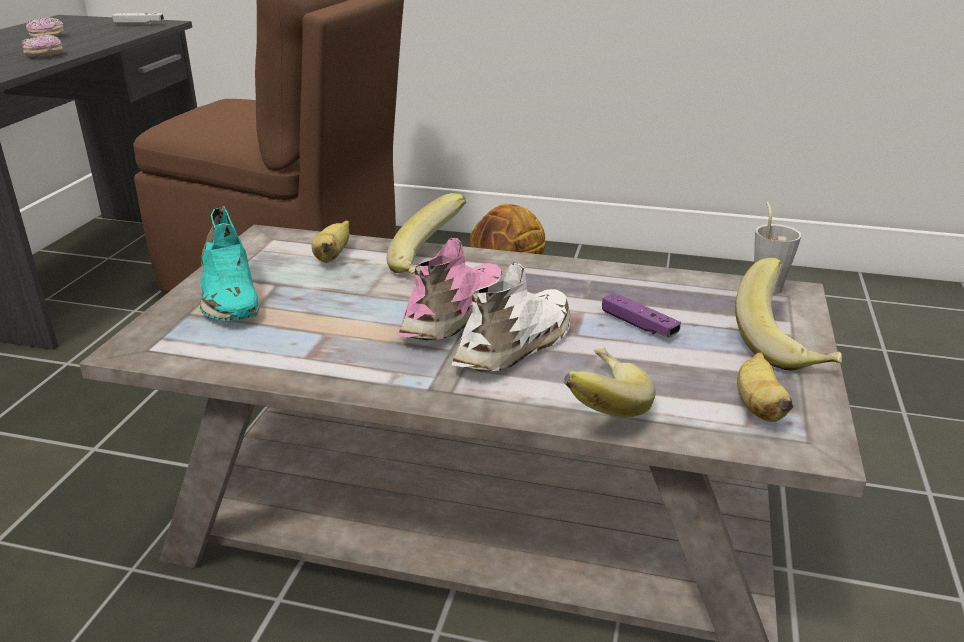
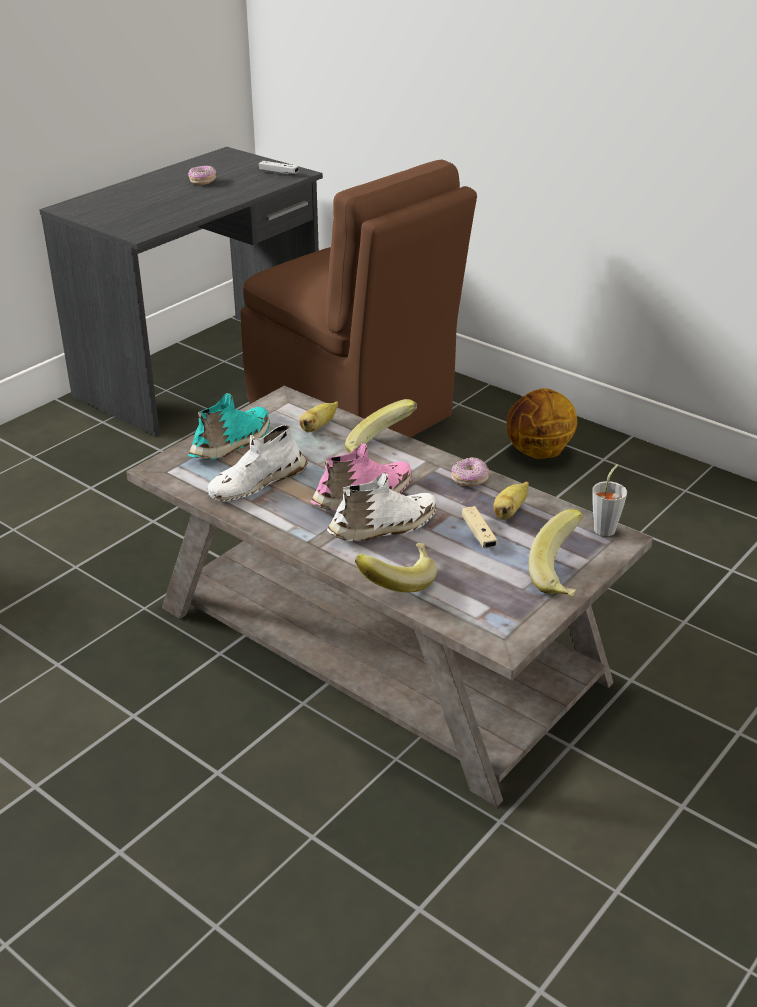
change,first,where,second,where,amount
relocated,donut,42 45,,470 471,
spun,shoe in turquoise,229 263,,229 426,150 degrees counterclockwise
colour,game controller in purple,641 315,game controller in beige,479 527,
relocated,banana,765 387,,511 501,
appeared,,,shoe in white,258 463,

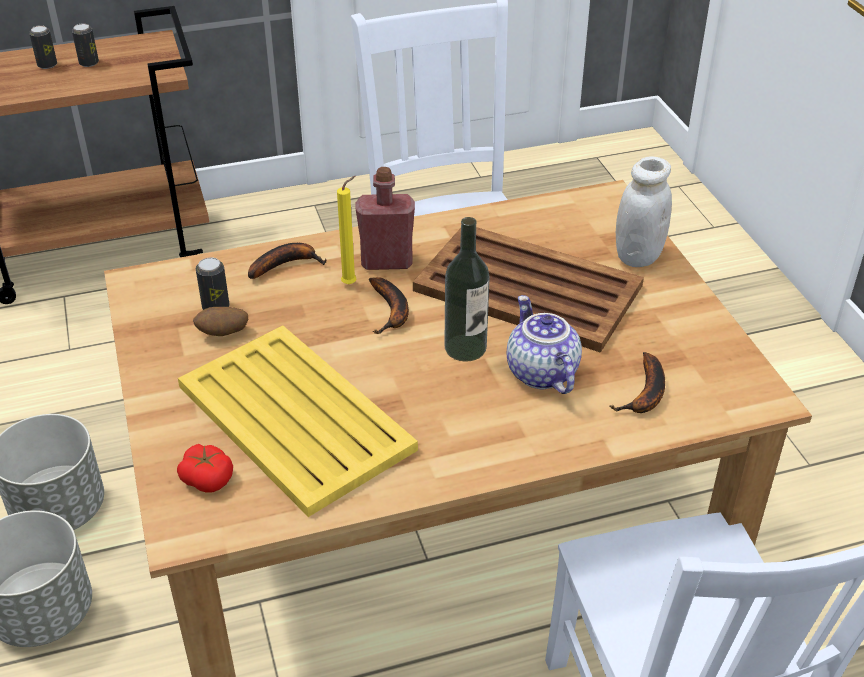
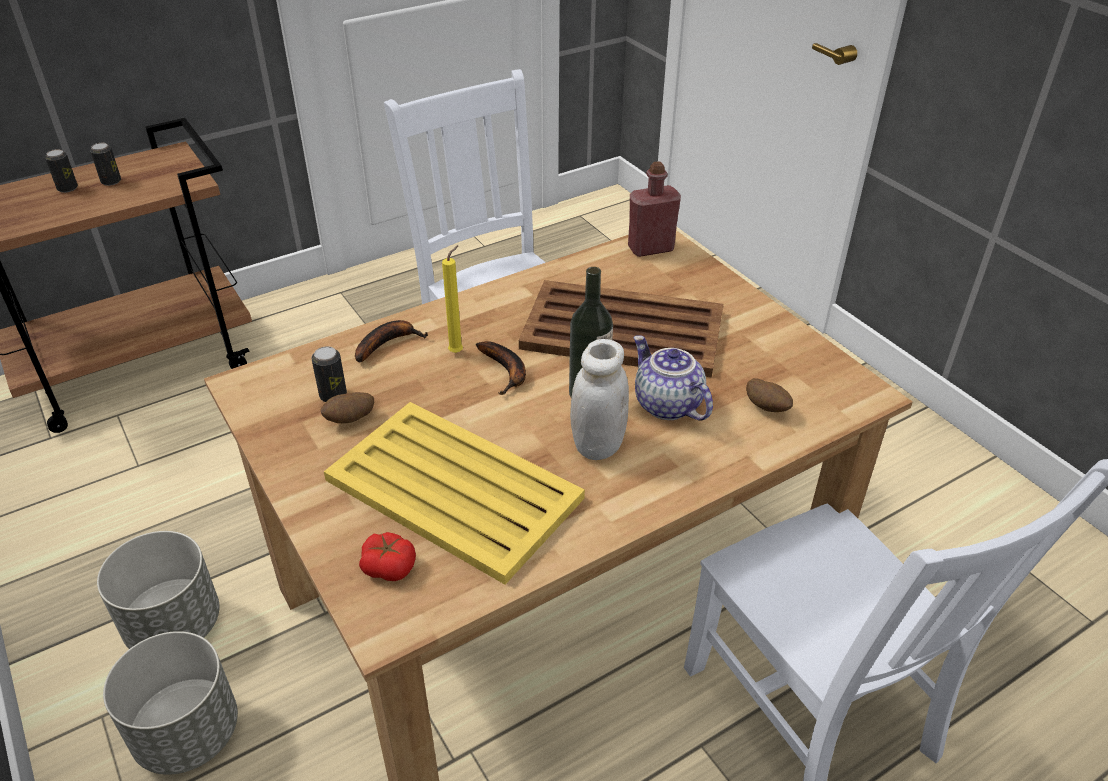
change,first,where,second,where,amount
relocated,jar in white,644 211,,599 399,
relocated,bottle in red,385 218,,654 209,
exchanged,banana,637 382,potato,769 395,

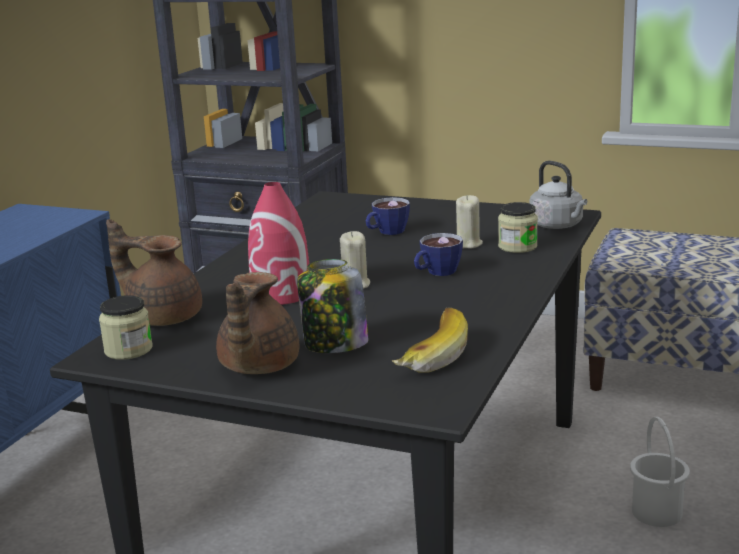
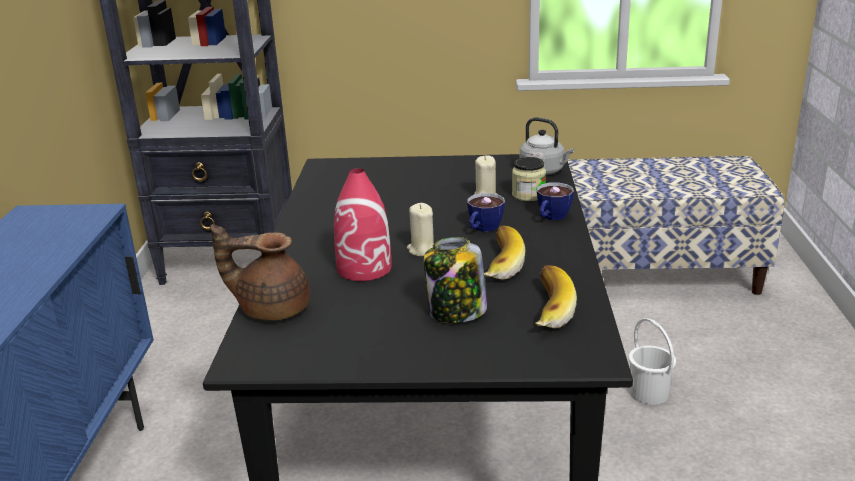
change,first,where,second,where,amount
relocated,cup,388 216,,555 201,
missing,teapot in brown,257 323,,,
missing,jar,126 327,,,
appeared,,,banana,504 252,

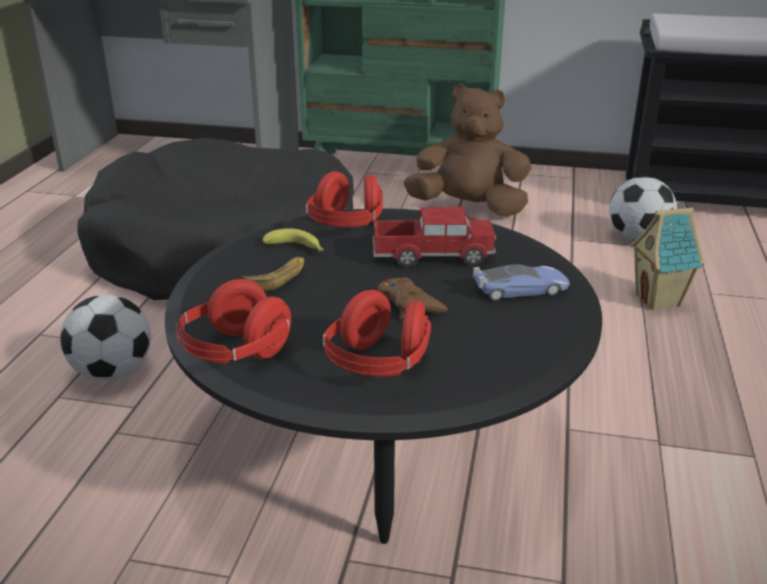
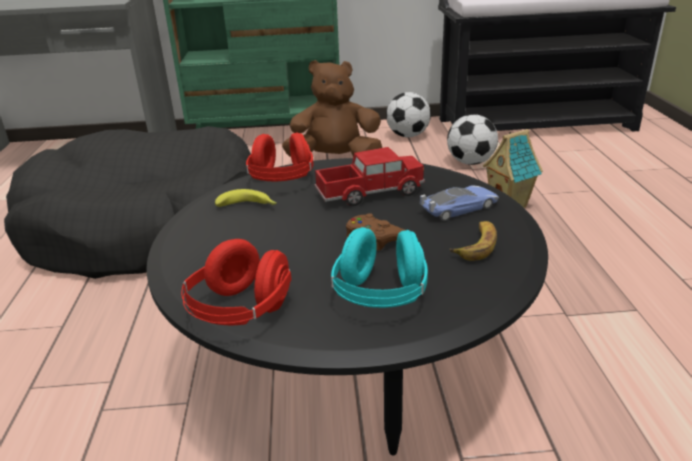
change,first,where,second,where,amount
relocated,banana,273 274,,473 241,
colour,headphones in red,377 333,headphones in turquoise,379 267,
relocated,football,105 338,,408 114,

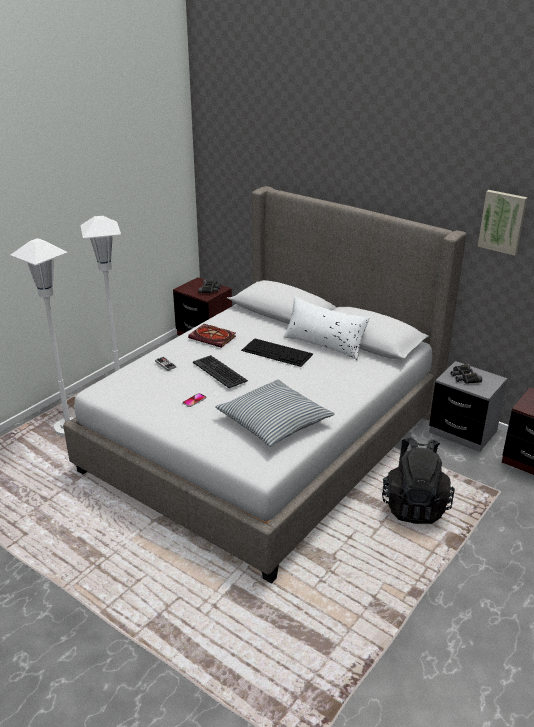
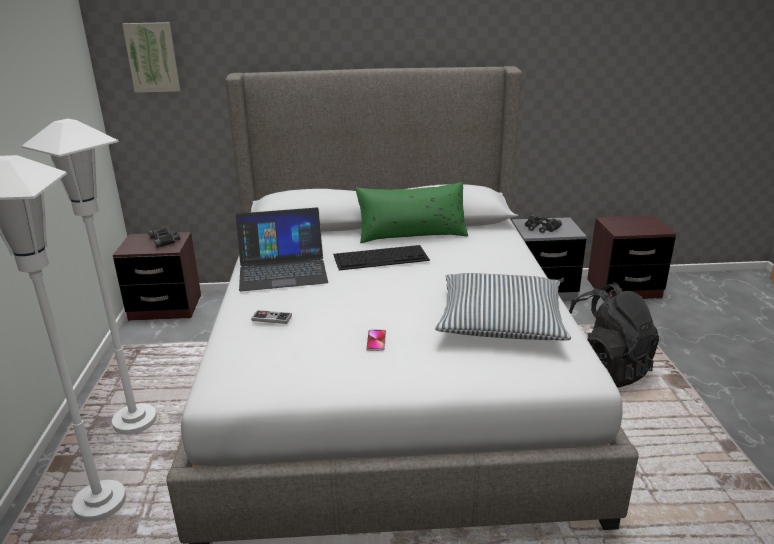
change,first,where,second,where,amount
relocated,picture,503 223,,151 57,
colour,pillow in white,327 328,pillow in green,412 212,
exchanged,book,212 336,laptop,282 249,
missing,keyboard,220 371,,,

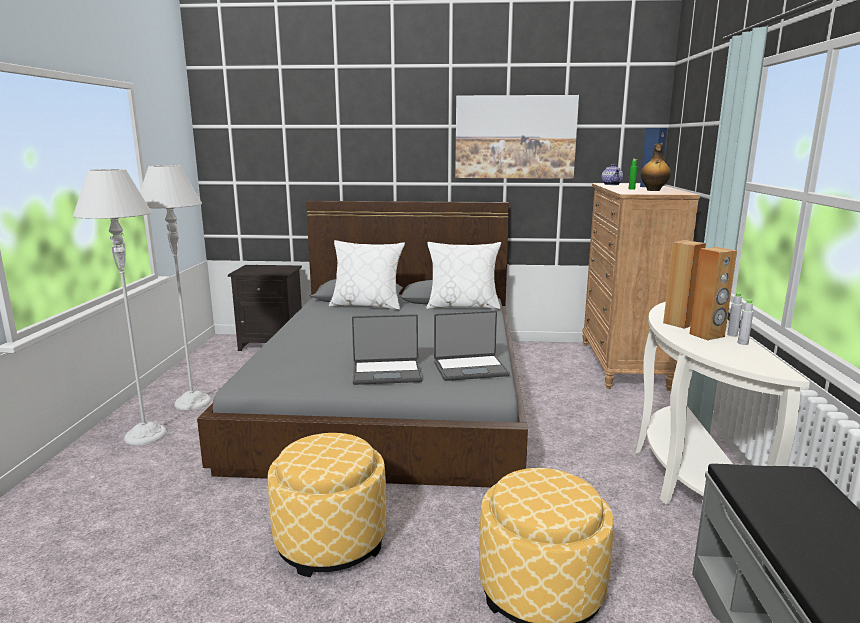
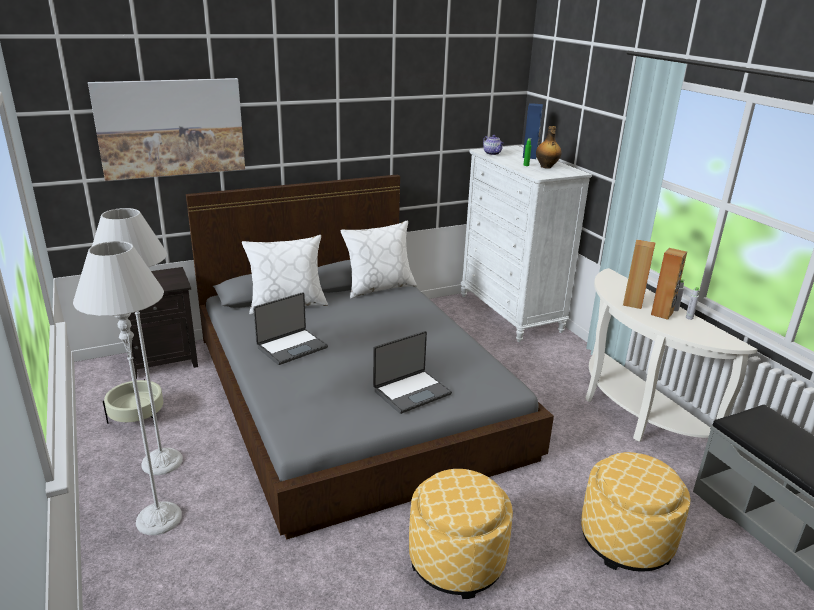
change,first,where,second,where,amount
relocated,picture,517 137,,166 129,
colour,dresser in brown,641 287,dresser in white,526 244,
relocated,laptop,472 345,,290 328,
appeared,,,planter in beige,133 401,

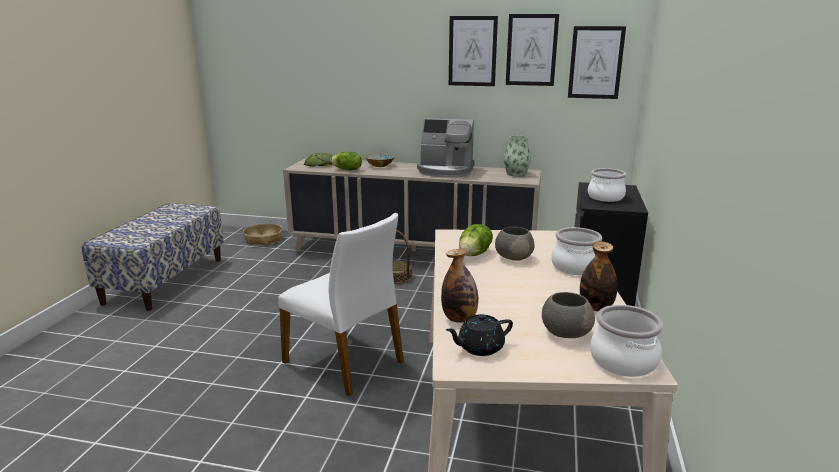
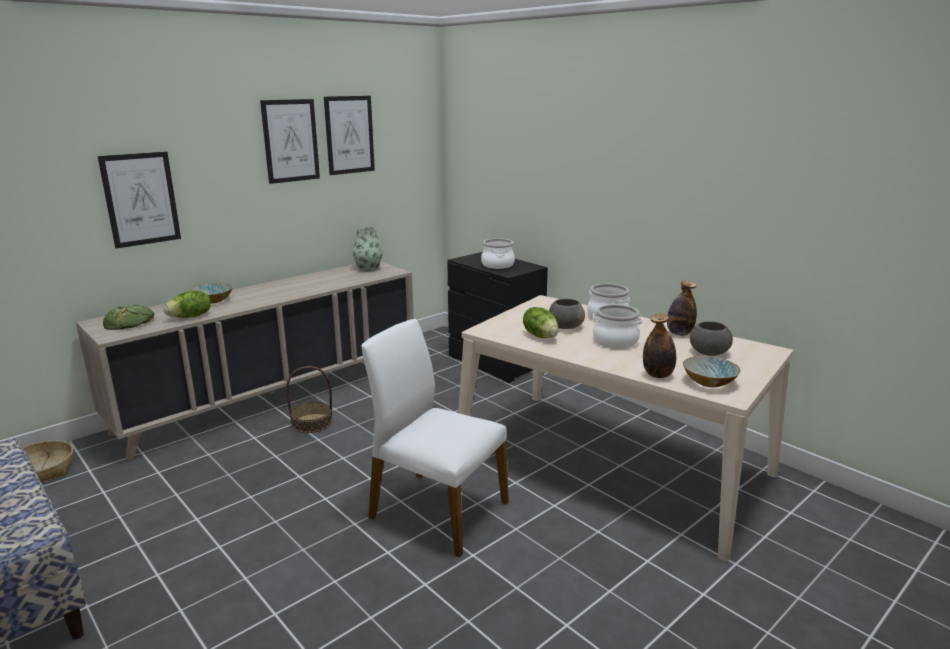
change,first,where,second,where,amount
relocated,picture,597 62,,139 200,
missing,coffee machine,446 148,,,
spun,chair in white,341 304,,435 438,135 degrees counterclockwise
relocated,cooking pot,626 341,,617 326,
exchanged,teapot in black,479 335,bowl,712 371,

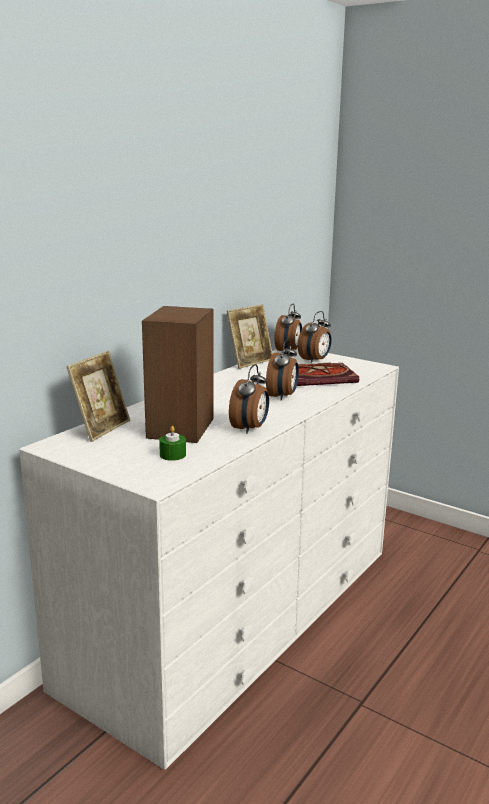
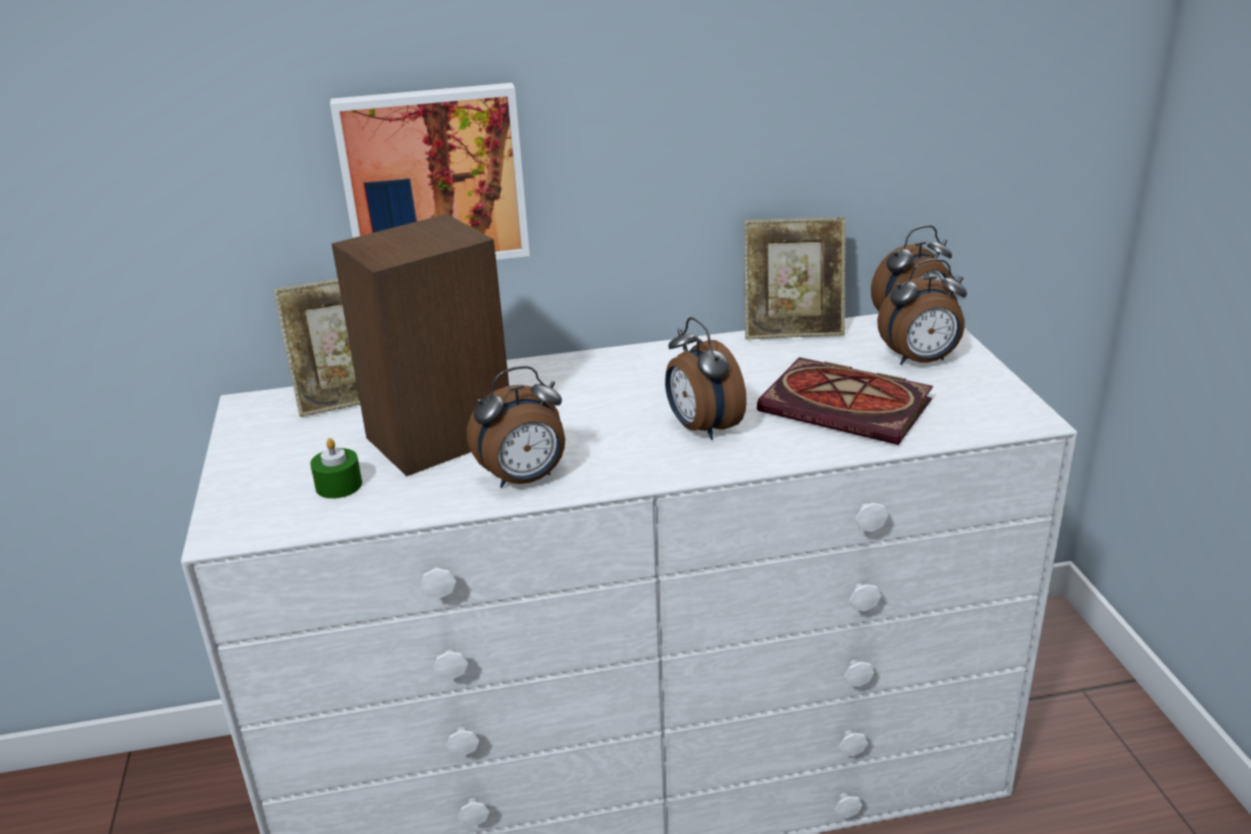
change,first,where,second,where,amount
spun,alarm clock,282 370,,706 378,90 degrees clockwise
appeared,,,picture,430 171,

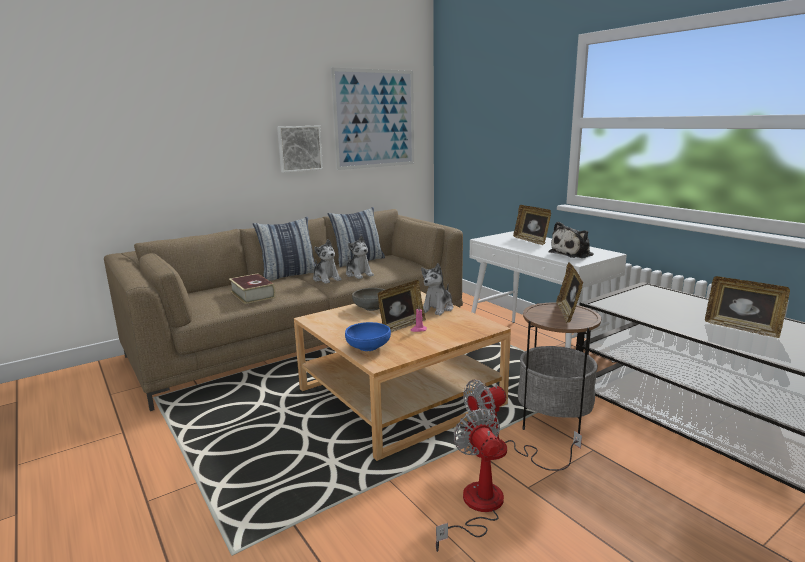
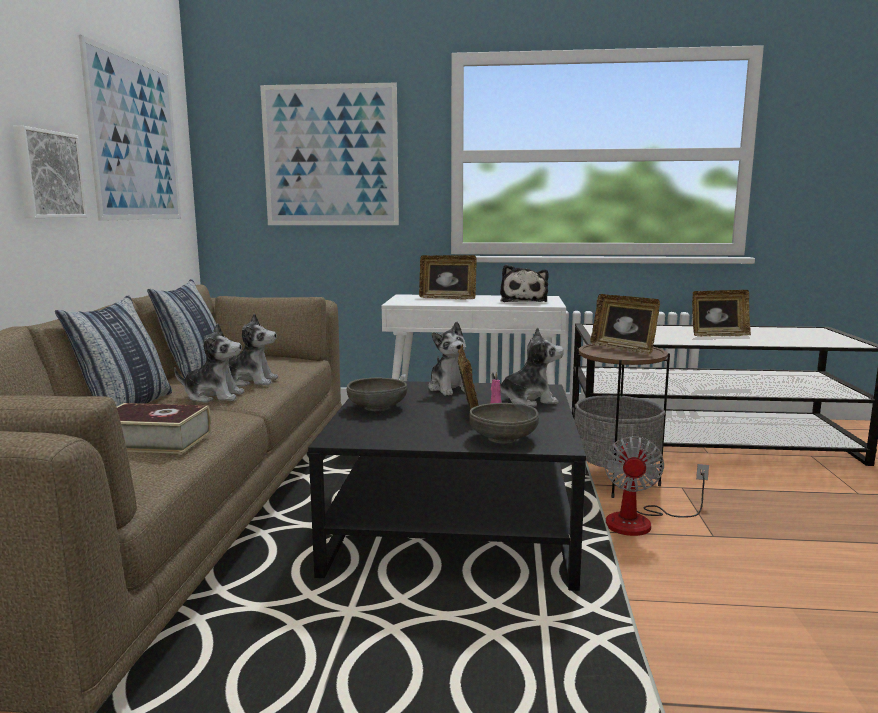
change,first,where,second,where,amount
colour,coffee table in beige,402 376,coffee table in black,447 486,
colour,bowl in blue,368 336,bowl in grey,504 423,
missing,fan,470 480,,,
appeared,,,picture,329 154,
appeared,,,plush toy,528 367,

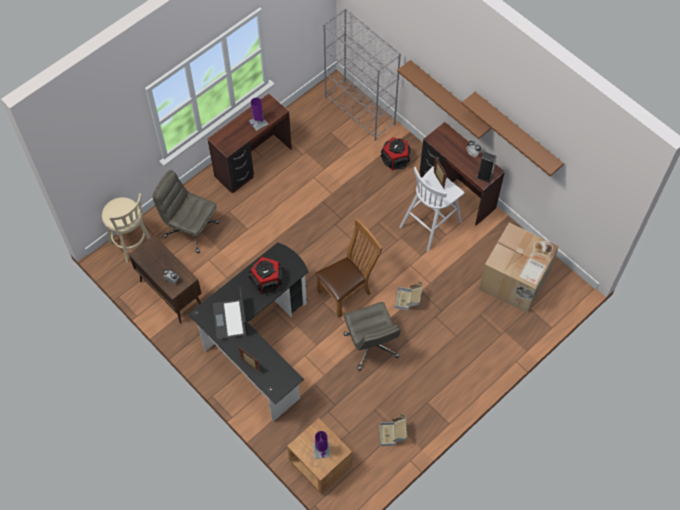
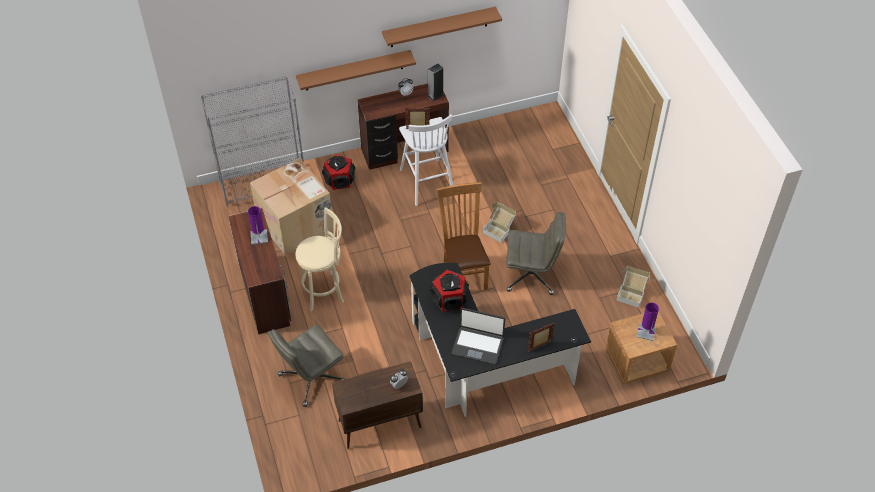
change,first,where,second,where,amount
relocated,stool in beige,126 228,,319 259,
relocated,cardboard box,519 268,,291 206,

